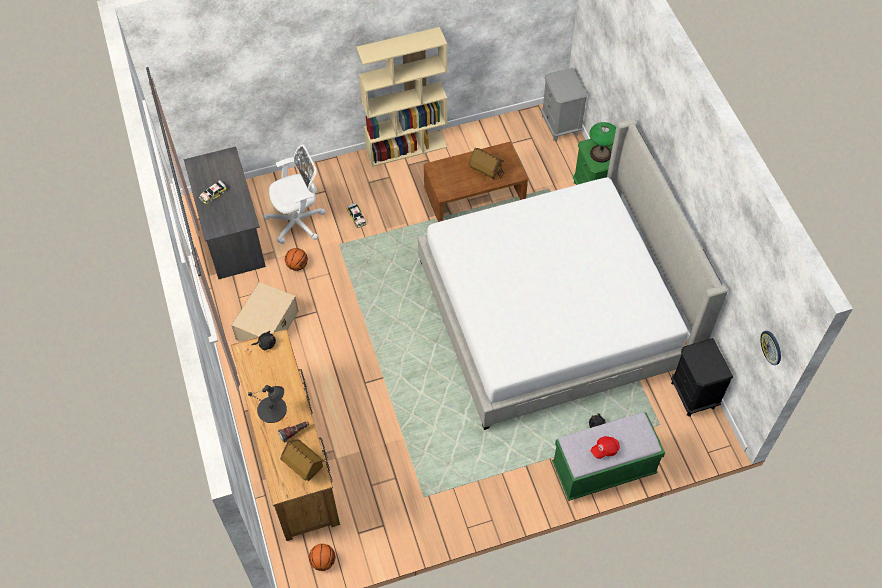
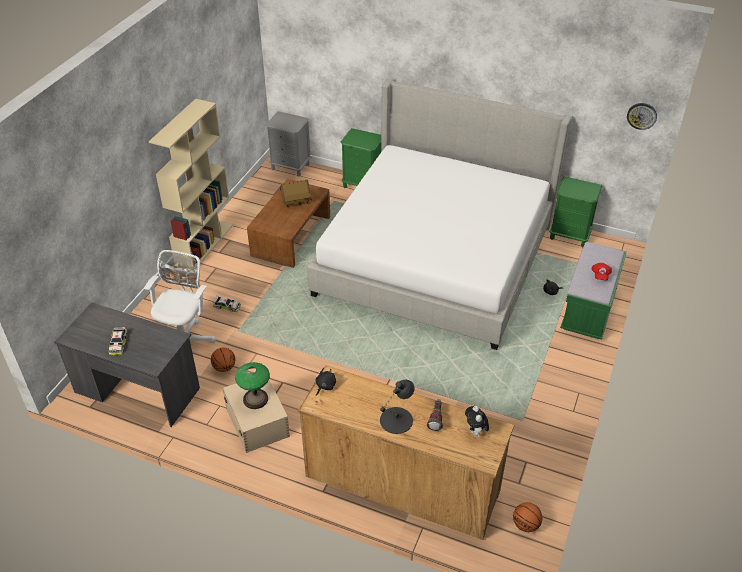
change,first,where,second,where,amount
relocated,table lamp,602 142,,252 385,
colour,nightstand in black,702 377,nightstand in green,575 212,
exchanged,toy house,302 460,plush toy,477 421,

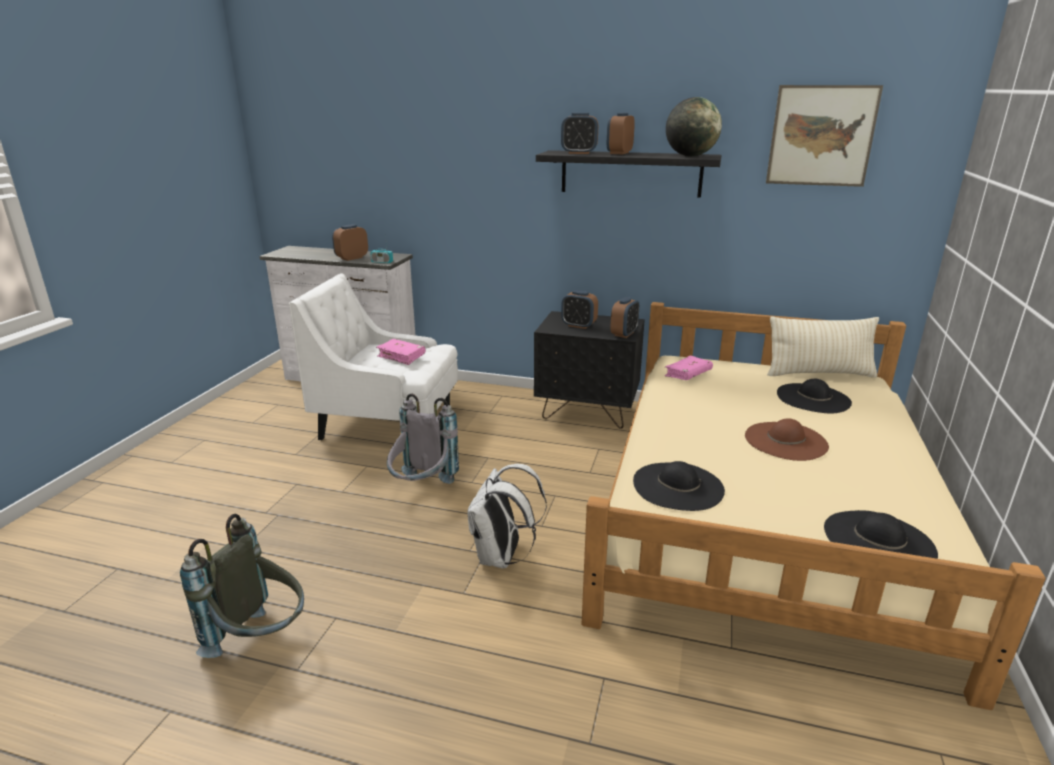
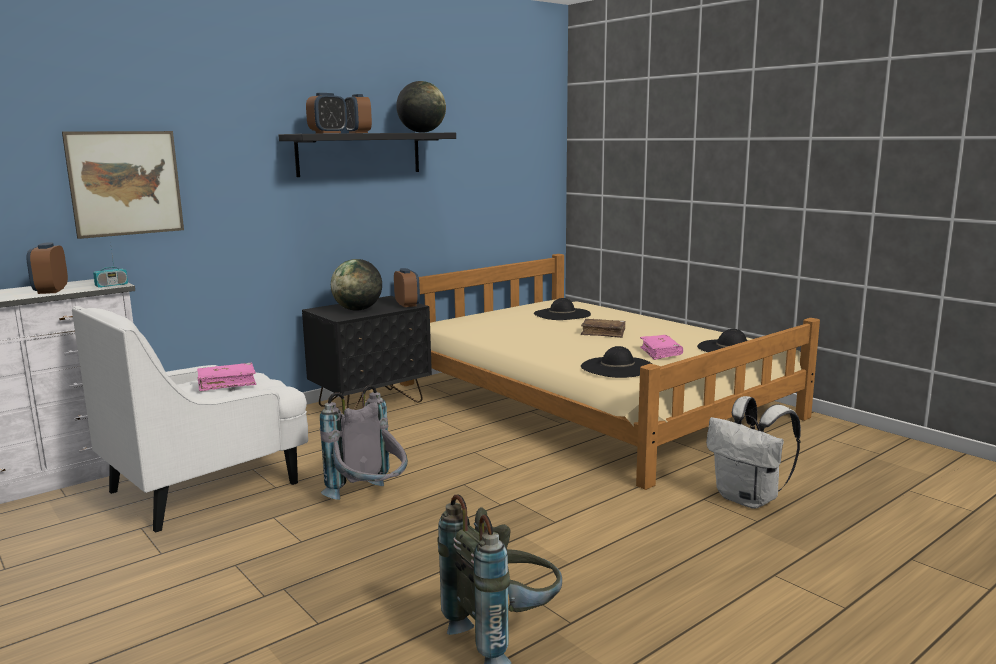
change,first,where,second,where,amount
relocated,picture,824 136,,123 185,
exchanged,alarm clock,579 309,globe,356 285,
missing,pillow in beige,823 347,,,
relocated,book in pink,689 368,,661 347,
exchanged,hat in brown,787 439,book in brown,603 328,
relocated,backpack in white,507 516,,753 452,

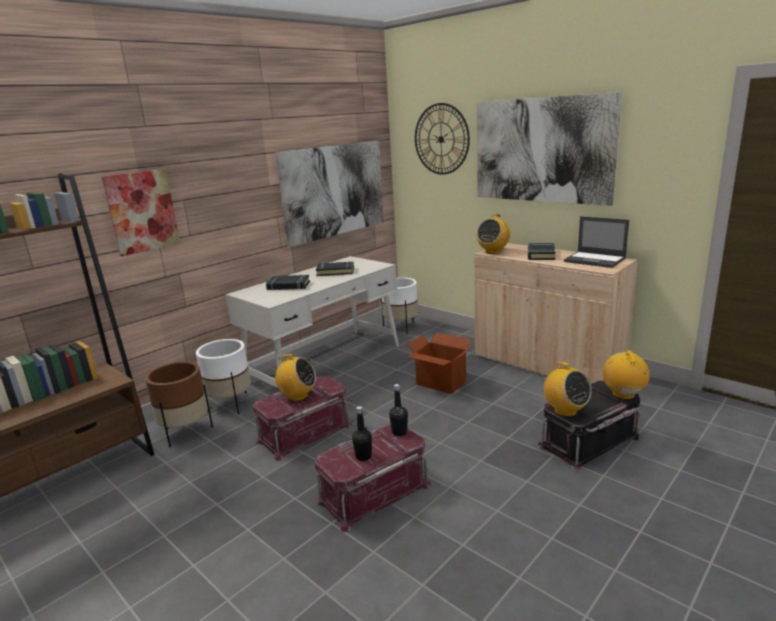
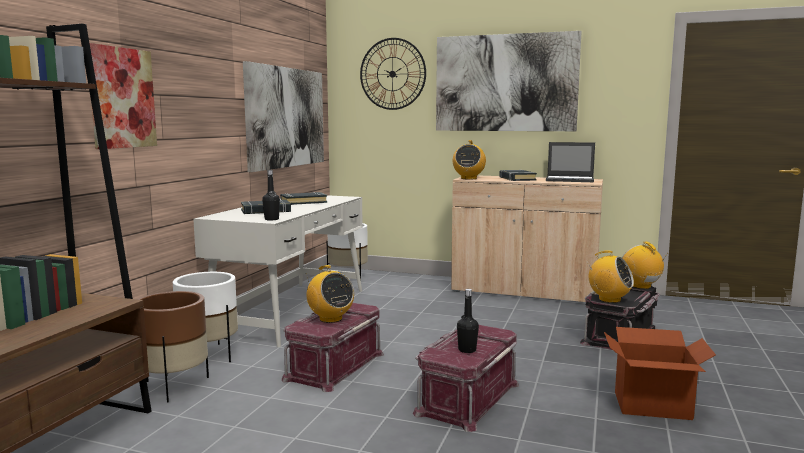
change,first,where,second,where,amount
relocated,cardboard box,440 363,,660 373,
spun,radio,293 377,,329 294,60 degrees clockwise
relocated,bottle in black,398 410,,271 195,

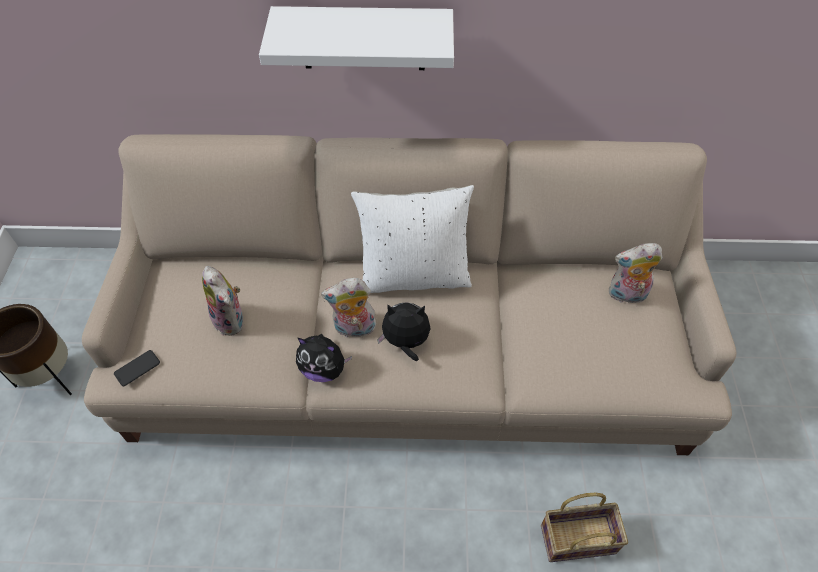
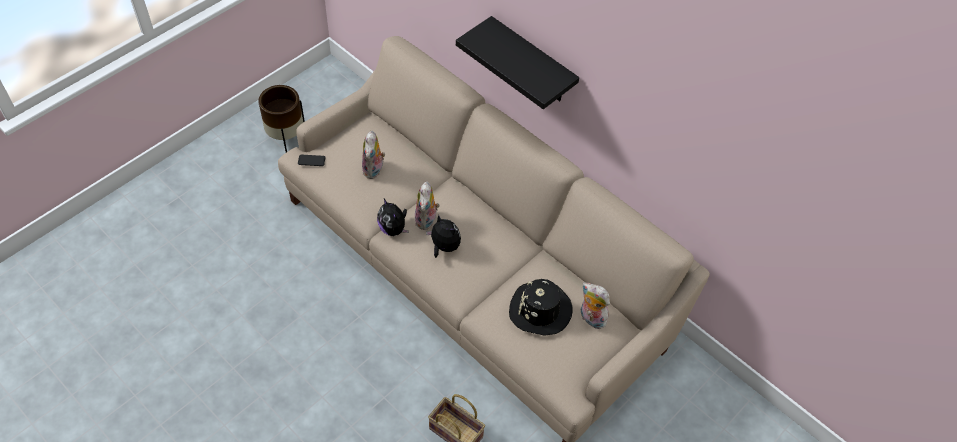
change,first,where,second,where,amount
colour,shelf in white,356 38,shelf in black,517 62,
missing,pillow in white,412 239,,,
spun,plush toy,348 307,,427 206,120 degrees counterclockwise
appeared,,,hat in black,541 307,

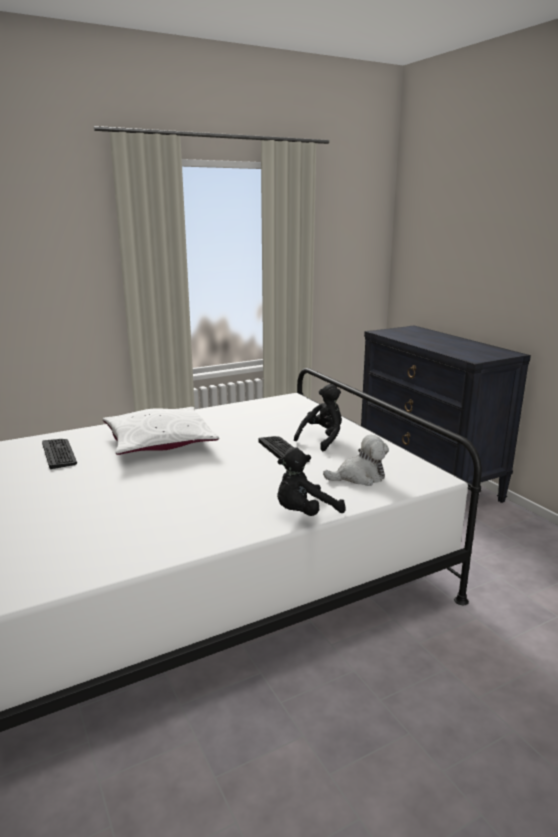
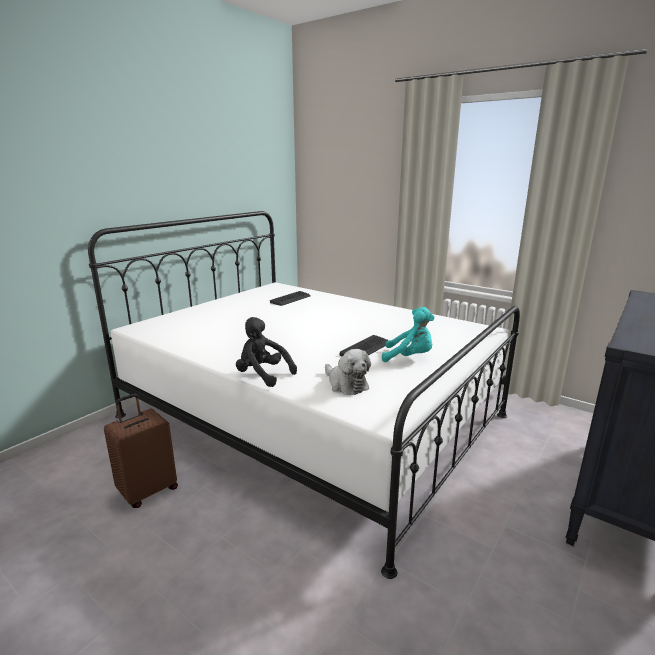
change,first,where,second,where,amount
colour,plush toy in black,318 417,plush toy in turquoise,408 334,
missing,pillow in white,161 431,,,
appeared,,,suitcase in brown,141 451,

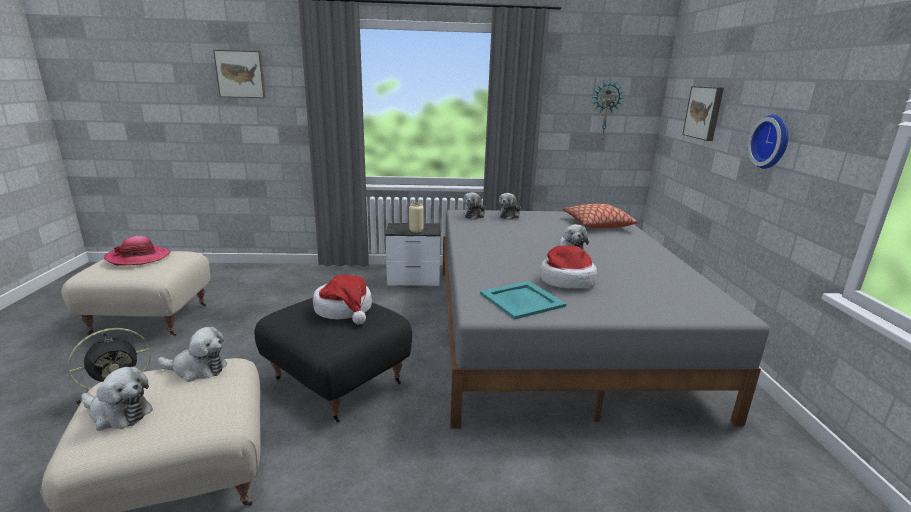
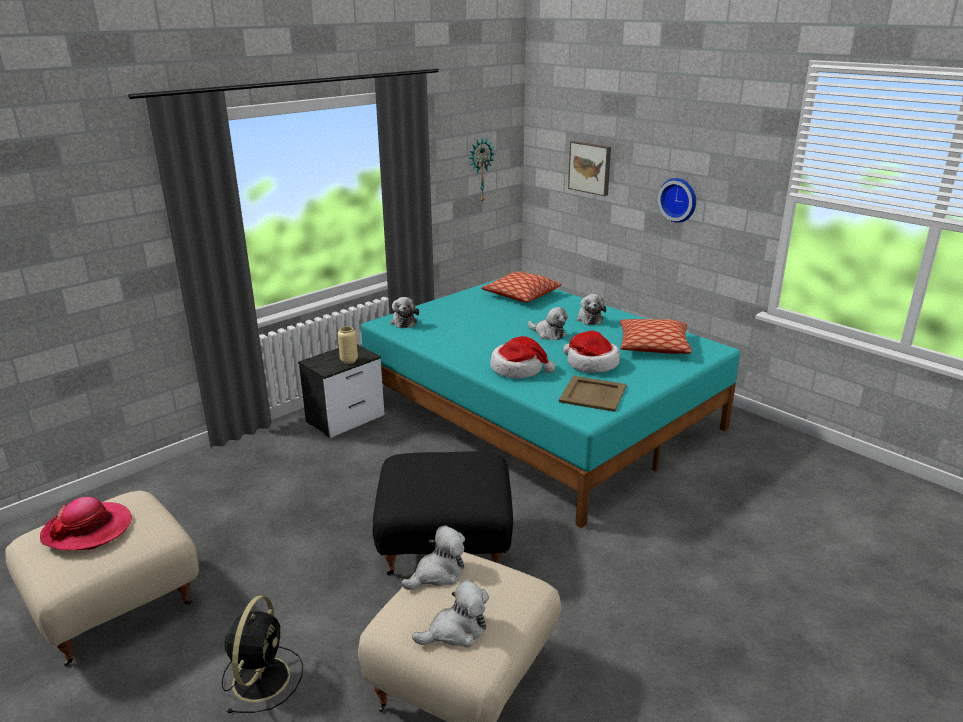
change,first,where,second,where,amount
missing,picture,239 74,,,
relocated,plush toy,510 206,,591 309,
colour,bed in grey,606 319,bed in turquoise,550 403,
relocated,hat,342 300,,523 357,
colour,tray in turquoise,523 300,tray in beige,593 394,
appeared,,,pillow,656 336,

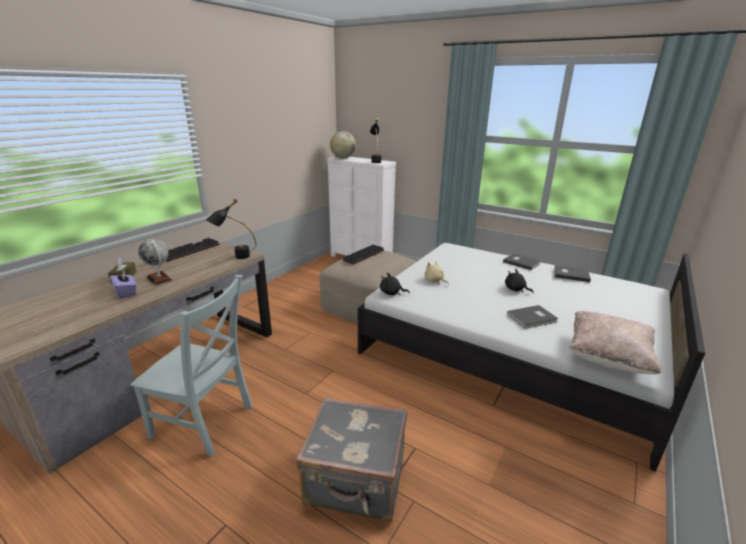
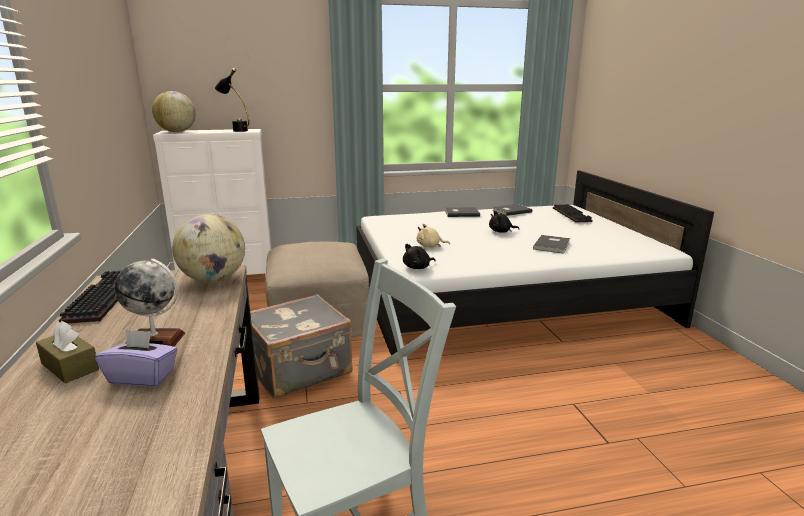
change,first,where,second,where,amount
exchanged,table lamp in black,231 229,globe,208 248,
relocated,keyboard,363 254,,573 213,
missing,pillow in beige,615 342,,,
relocated,suitcase in grey,351 459,,301 346,

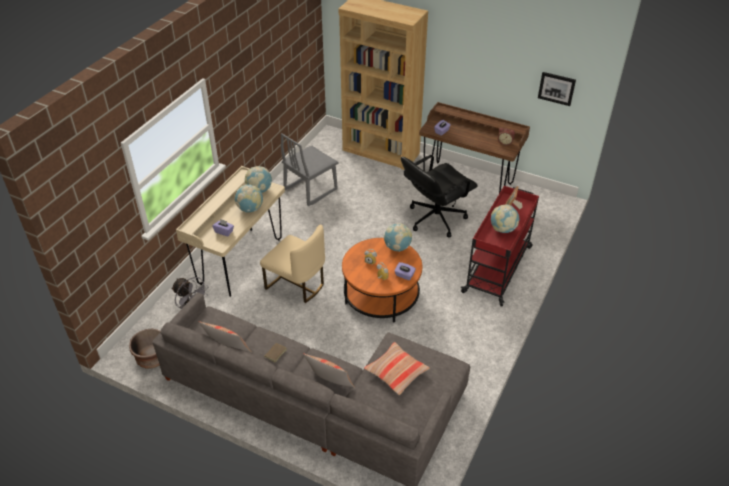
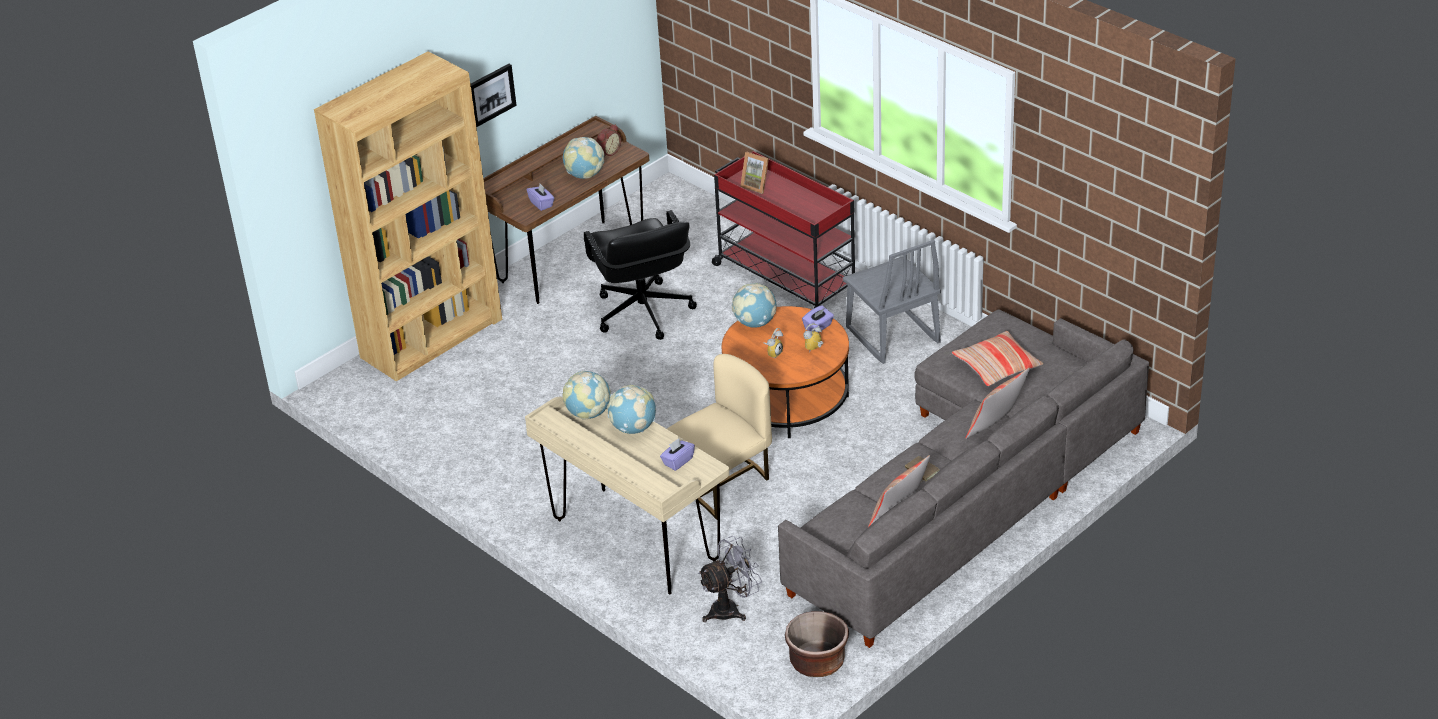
change,first,where,second,where,amount
relocated,picture,557 89,,494 95,
relocated,chair in grey,309 169,,892 302,
relocated,globe,505 219,,583 158,

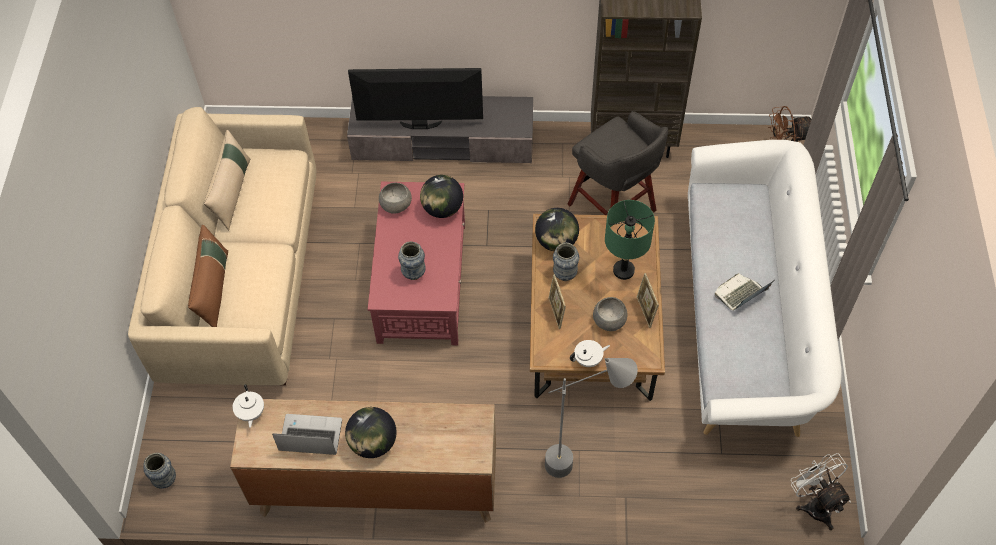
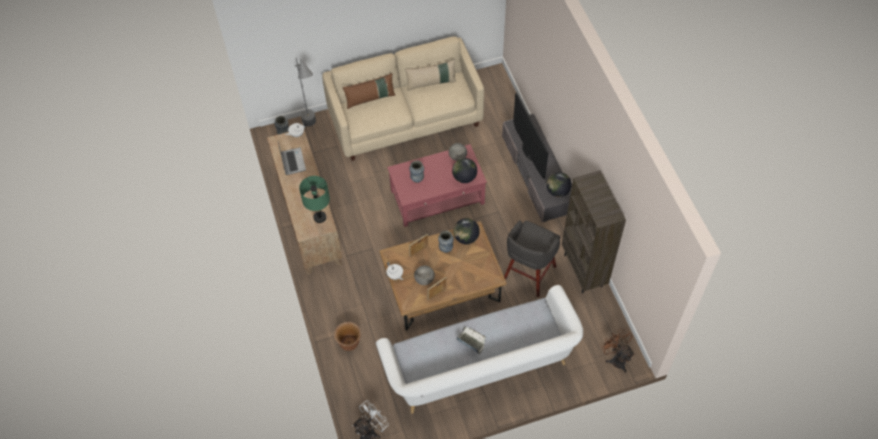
change,first,where,second,where,amount
relocated,table lamp in green,630 240,,314 199,
relocated,floor lamp in grey,591 418,,305 92,
relocated,globe,371 432,,559 184,
appeared,,,planter in brown,347 336,

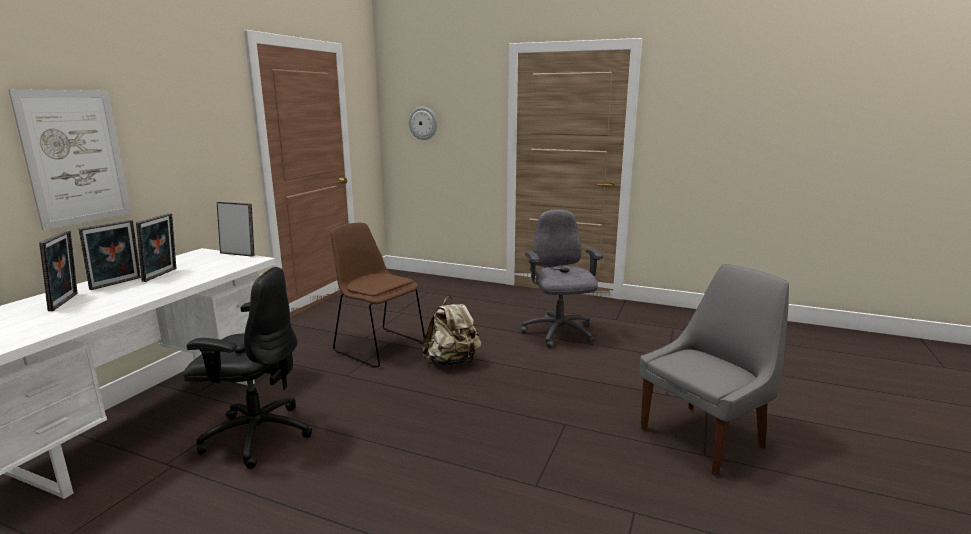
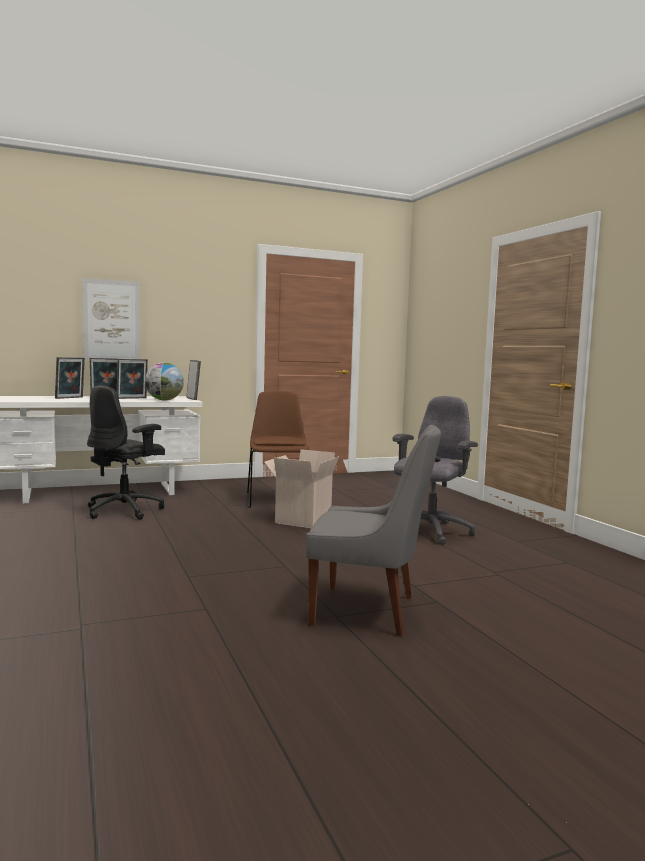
change,first,where,second,where,amount
missing,wall clock,423 123,,,
spun,office chair in black,247 368,,126 452,75 degrees clockwise
exchanged,backpack in beige,451 330,cardboard box,301 488,
appeared,,,globe,164 381,

